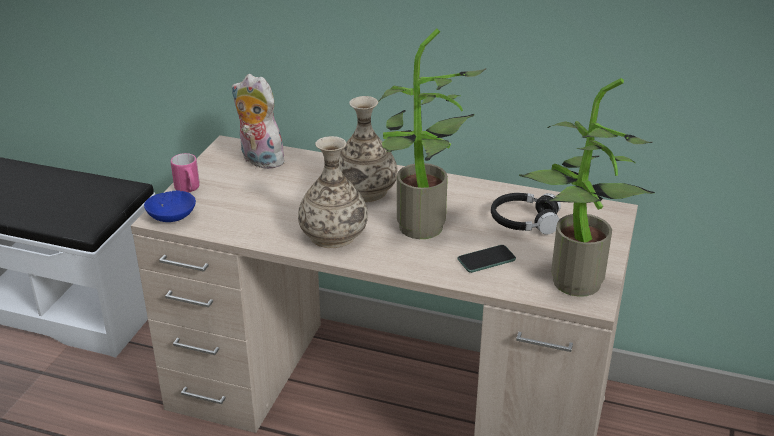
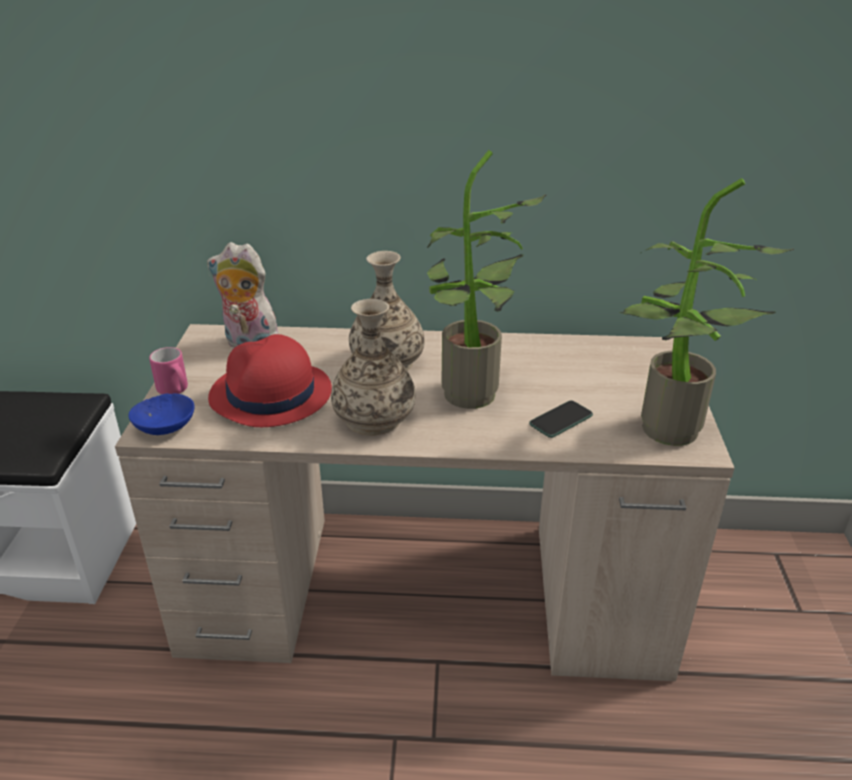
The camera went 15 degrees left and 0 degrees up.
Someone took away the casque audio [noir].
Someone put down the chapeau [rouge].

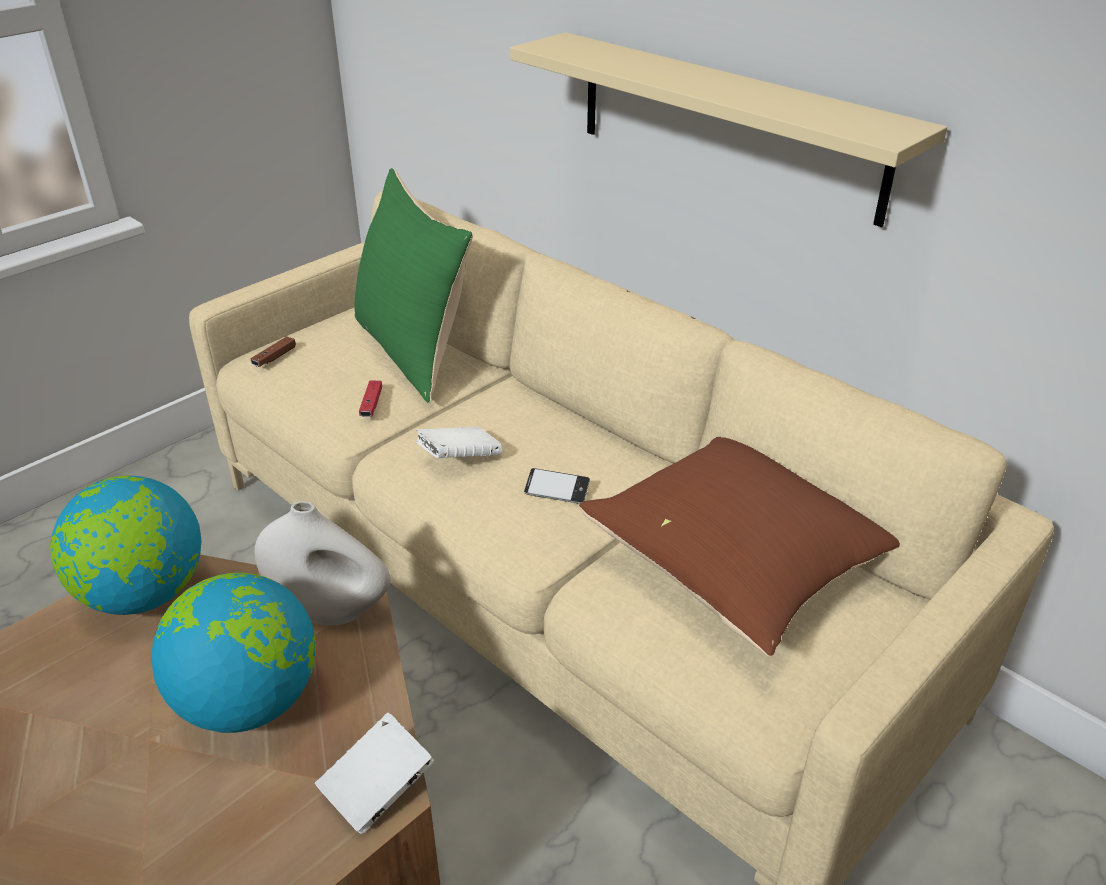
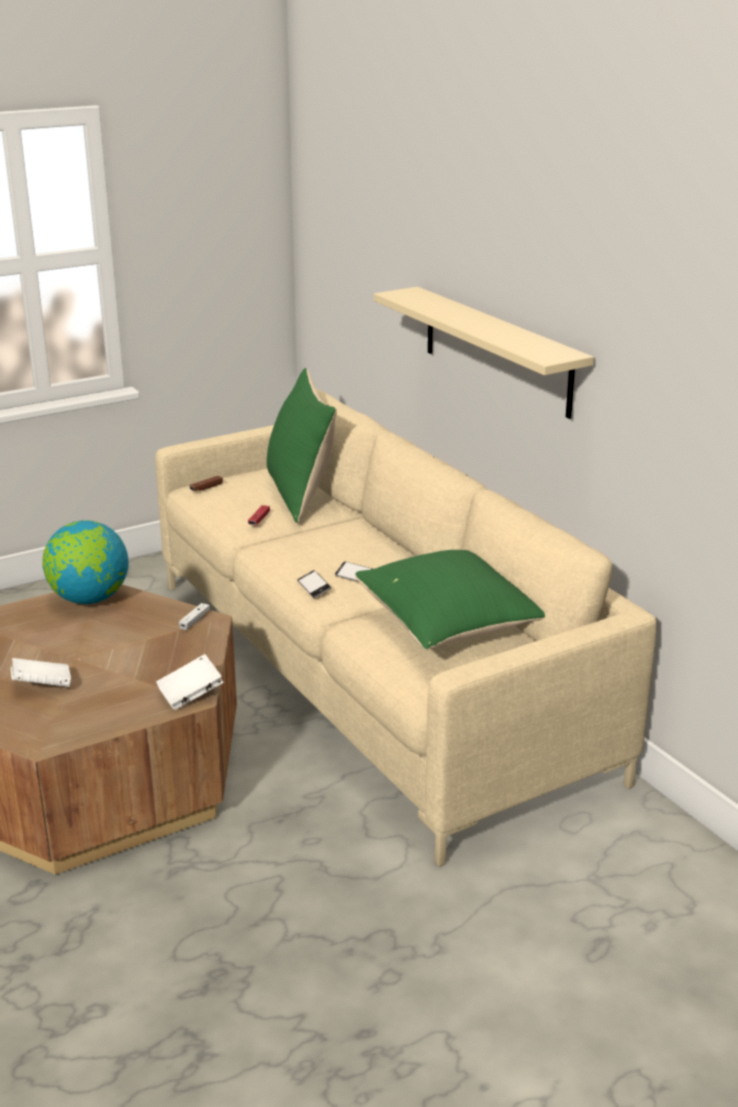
The camera went 15 degrees right and 10 degrees down.
Someone took away the globe (no. 2 from left).
Someone put down the téléphone (no. 1 from left).
Someone carried the livre [blanc] (no. 2 from left in the first image).
Someone swapped the vase [blanc] for the manette [blanc].
Someone repainted the coussin [marron], which became the coussin [vert] (no. 2 from left).

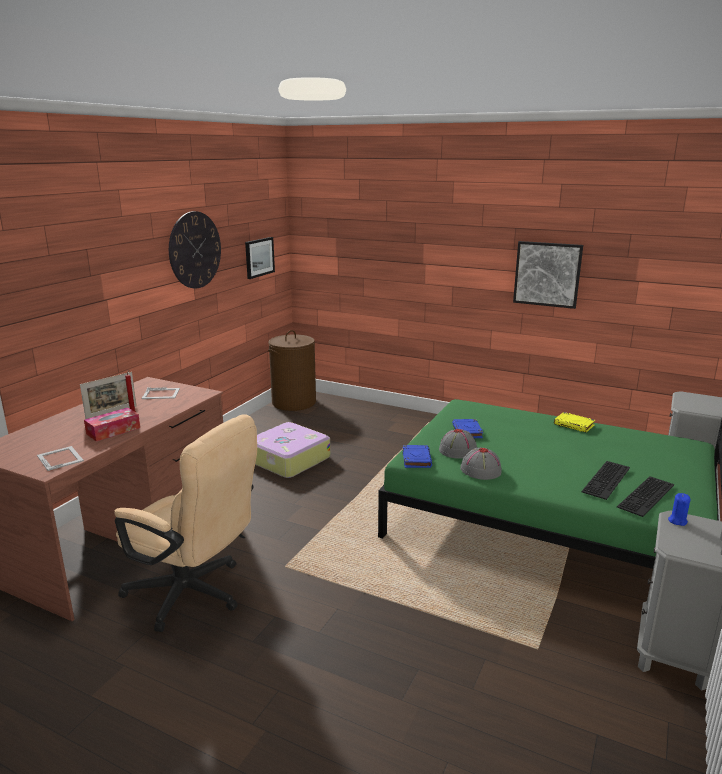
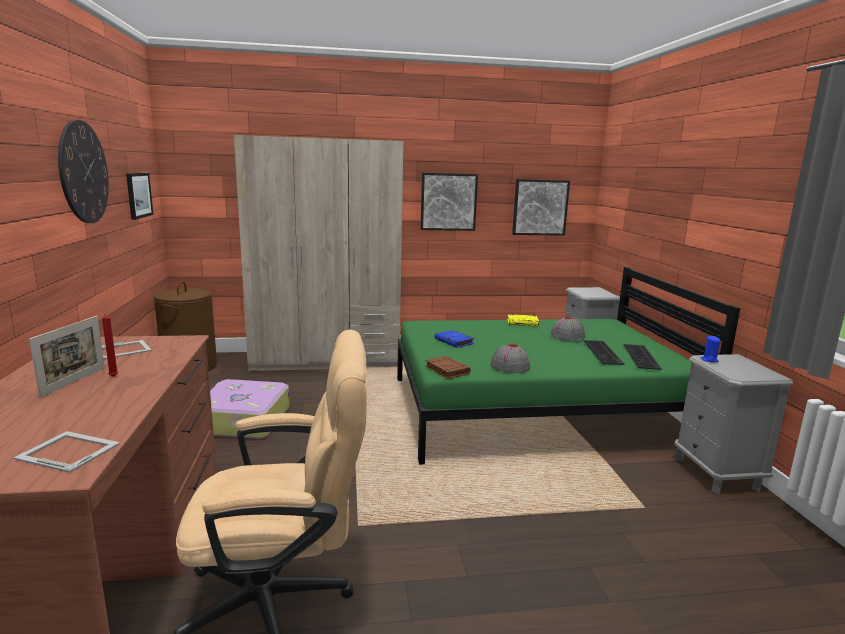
The camera went 35 degrees left and 5 degrees down.
Someone took away the boîte à mouchoirs.
Someone put down the armoire [beige].
Someone put up the tableau (no. 3 from left).
Someone carried the chapeau [gris] (no. 1 from left in the first image).
Someone repainted the livre [bleu] (no. 1 from left), which became the livre [marron].

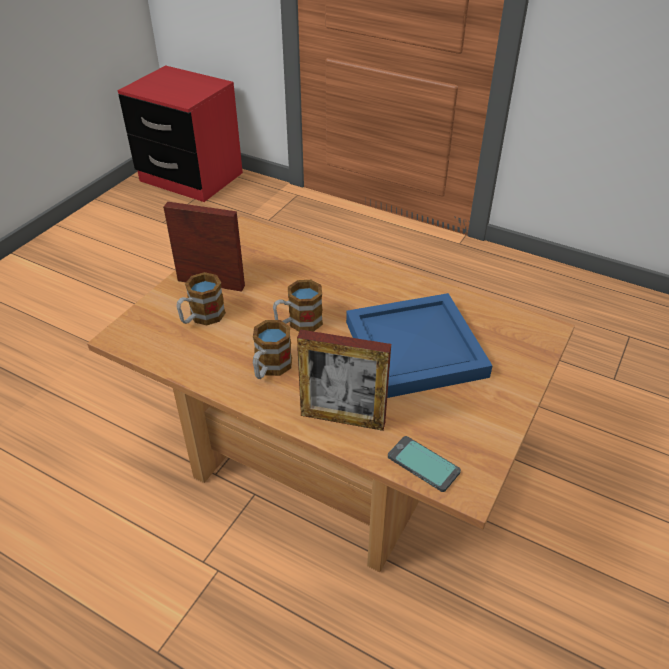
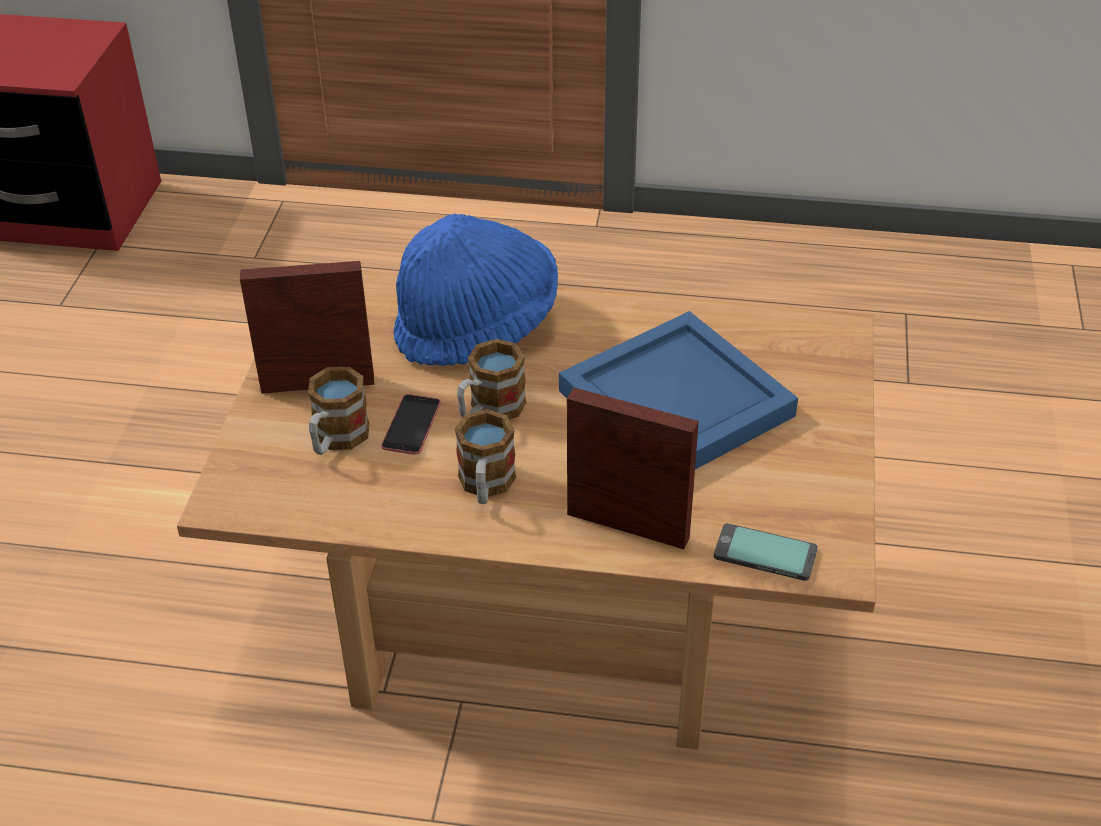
The camera went 20 degrees left and 0 degrees up.
Someone put down the téléphone (no. 1 from left).
Someone put down the chapeau [bleu].
Someone rotated the cadre photo (no. 2 from left) by 150 degrees counterclockwise.

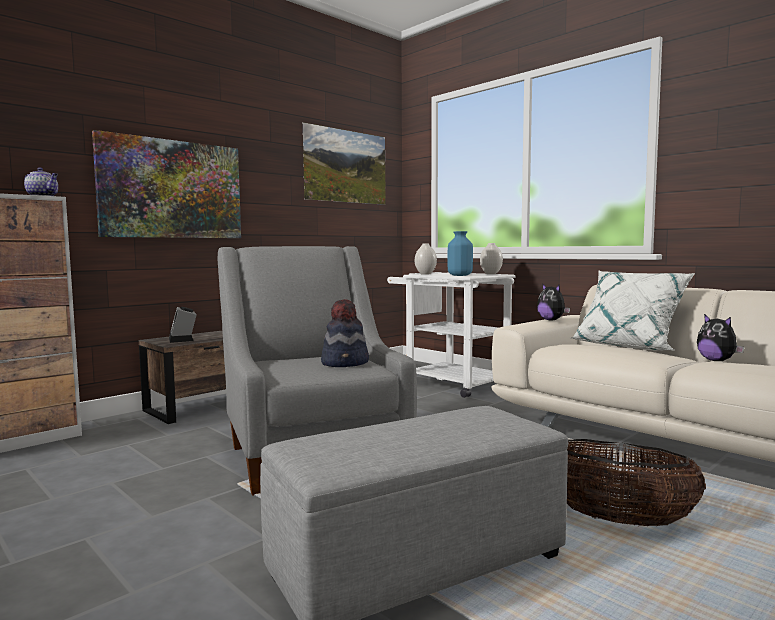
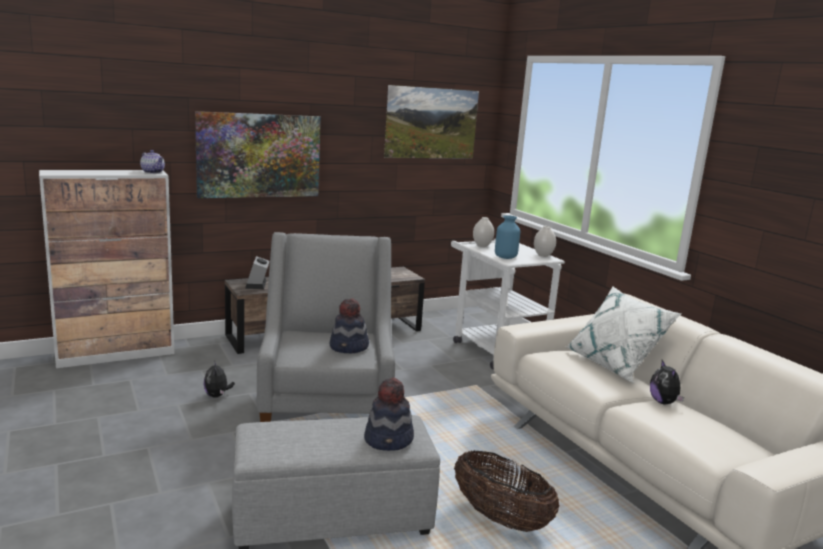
The camera went 15 degrees right and 10 degrees up.
Someone put down the chapeau (no. 2 from left).
Someone carried the peluche (no. 1 from left).

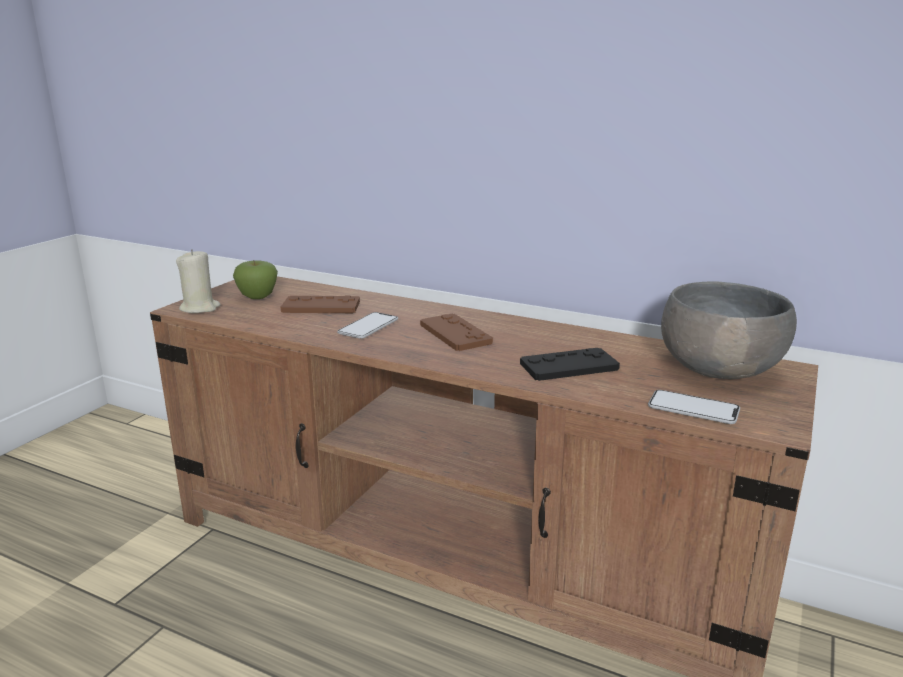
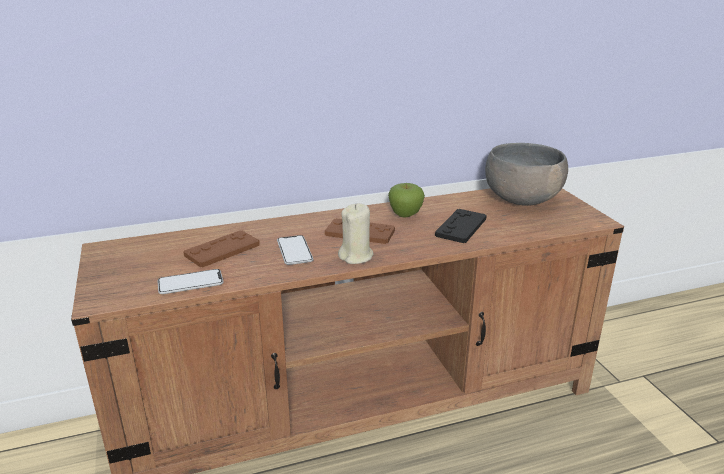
The camera went 45 degrees left and 5 degrees up.
Someone carried the bougie [beige].
Someone carried the pomme.
Someone carried the téléphone (no. 2 from left in the first image).

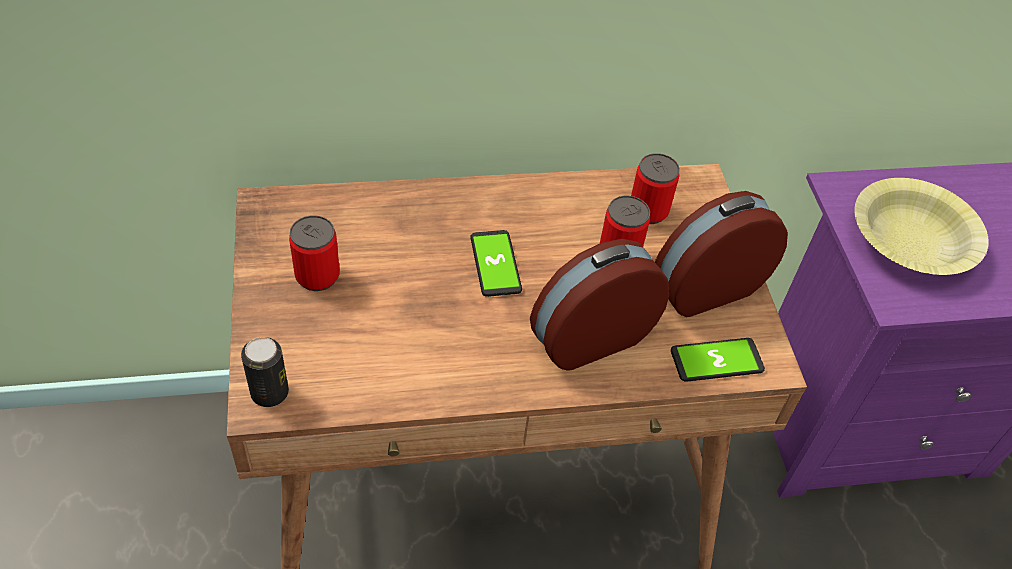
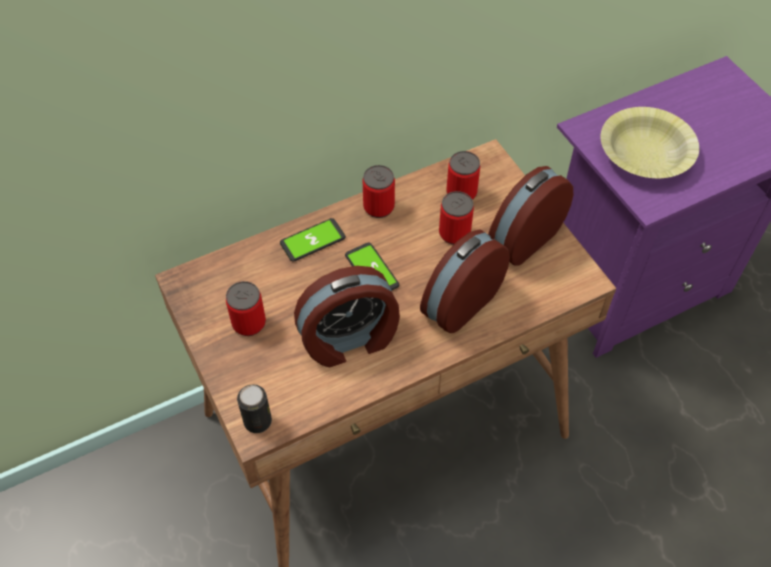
The camera went 15 degrees left and 5 degrees up.
Someone put down the réveil (no. 1 from left).
Someone put down the boîte métallique (no. 3 from left).
Someone carried the téléphone (no. 2 from left in the first image).

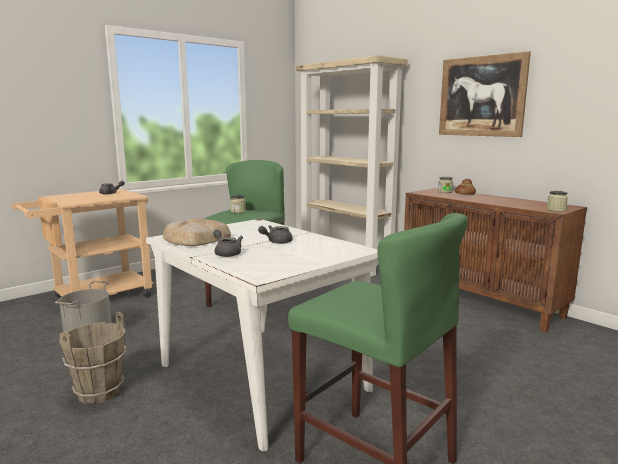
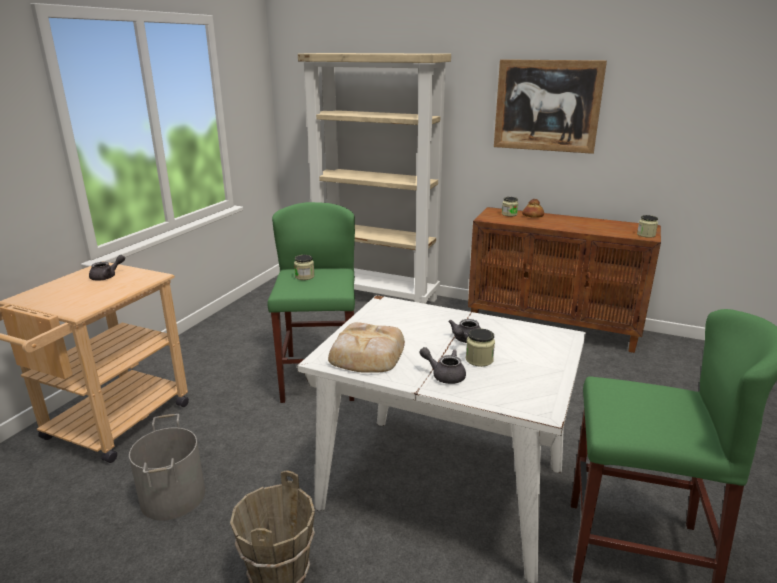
The camera went 25 degrees left and 10 degrees up.
Someone put down the bocal (no. 2 from left).

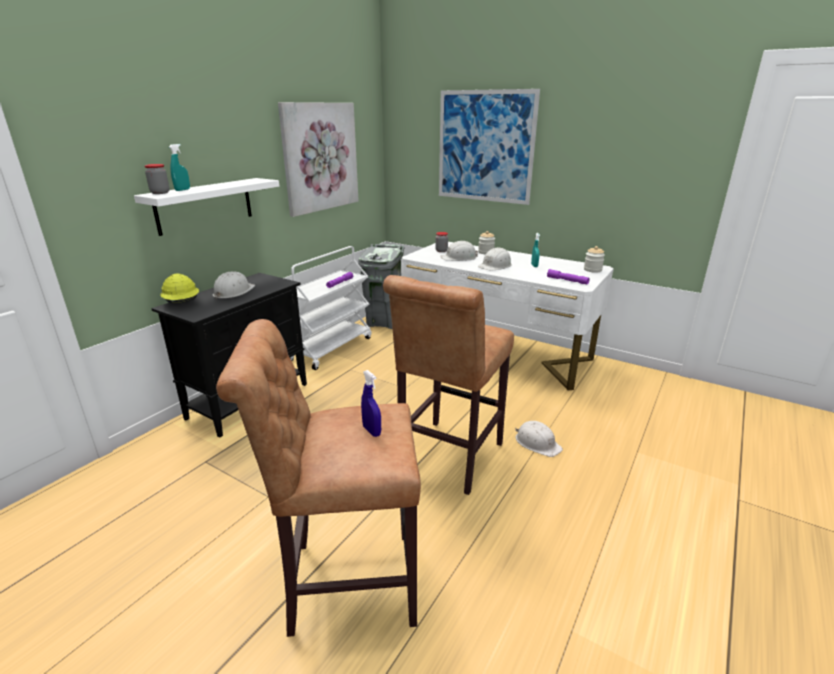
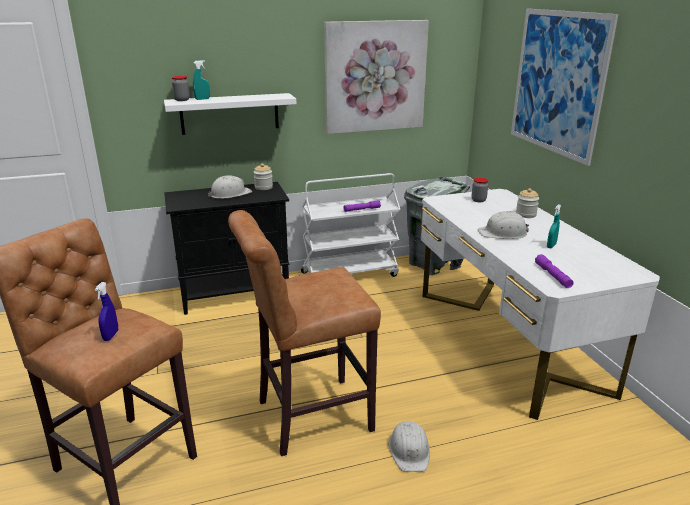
The camera went 40 degrees right and 0 degrees up.
Someone took away the casque de chantier [jaune].
Someone took away the casque de chantier [blanc] (no. 2 from left).
Someone carried the bocal (no. 4 from left in the first image).

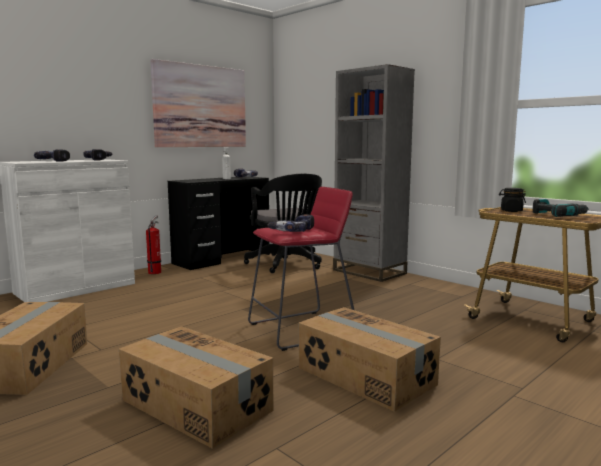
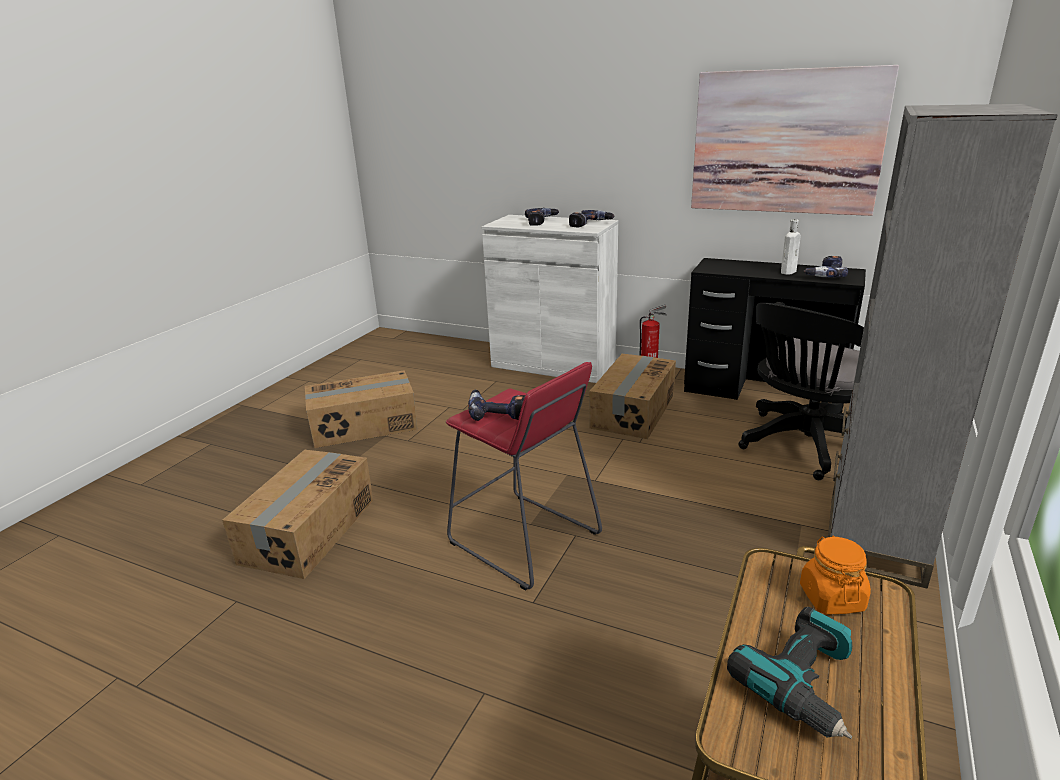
The camera went 70 degrees right and 15 degrees up.
Someone carried the carton (no. 3 from left).
Someone repainted the bocal [noir], which became the bocal [orange].

